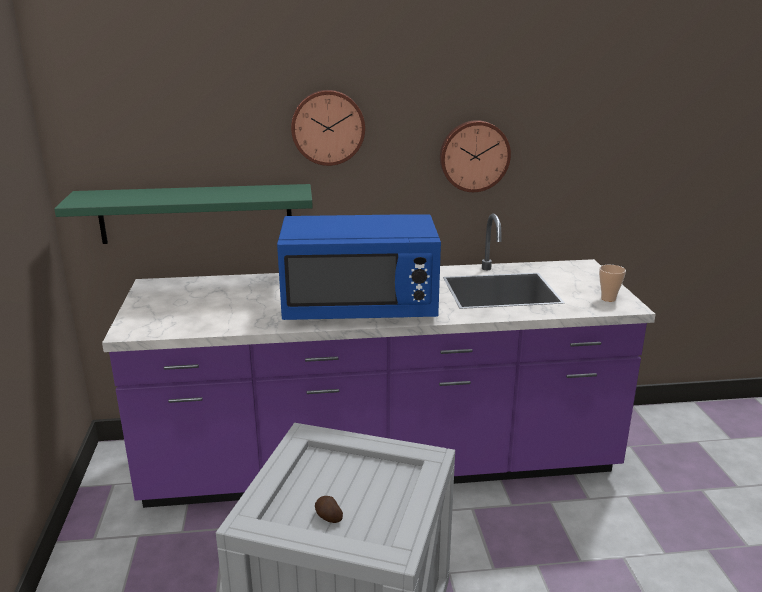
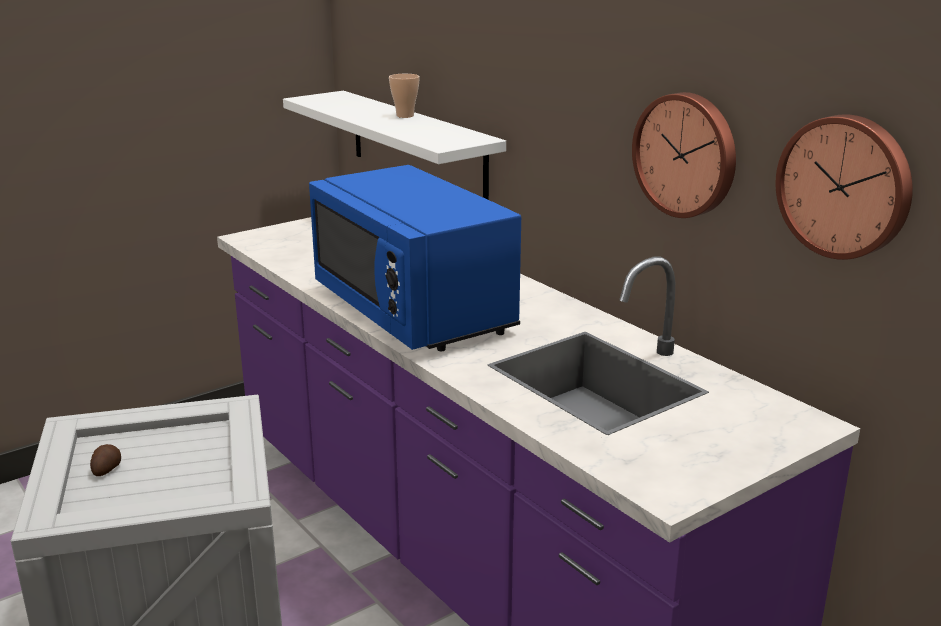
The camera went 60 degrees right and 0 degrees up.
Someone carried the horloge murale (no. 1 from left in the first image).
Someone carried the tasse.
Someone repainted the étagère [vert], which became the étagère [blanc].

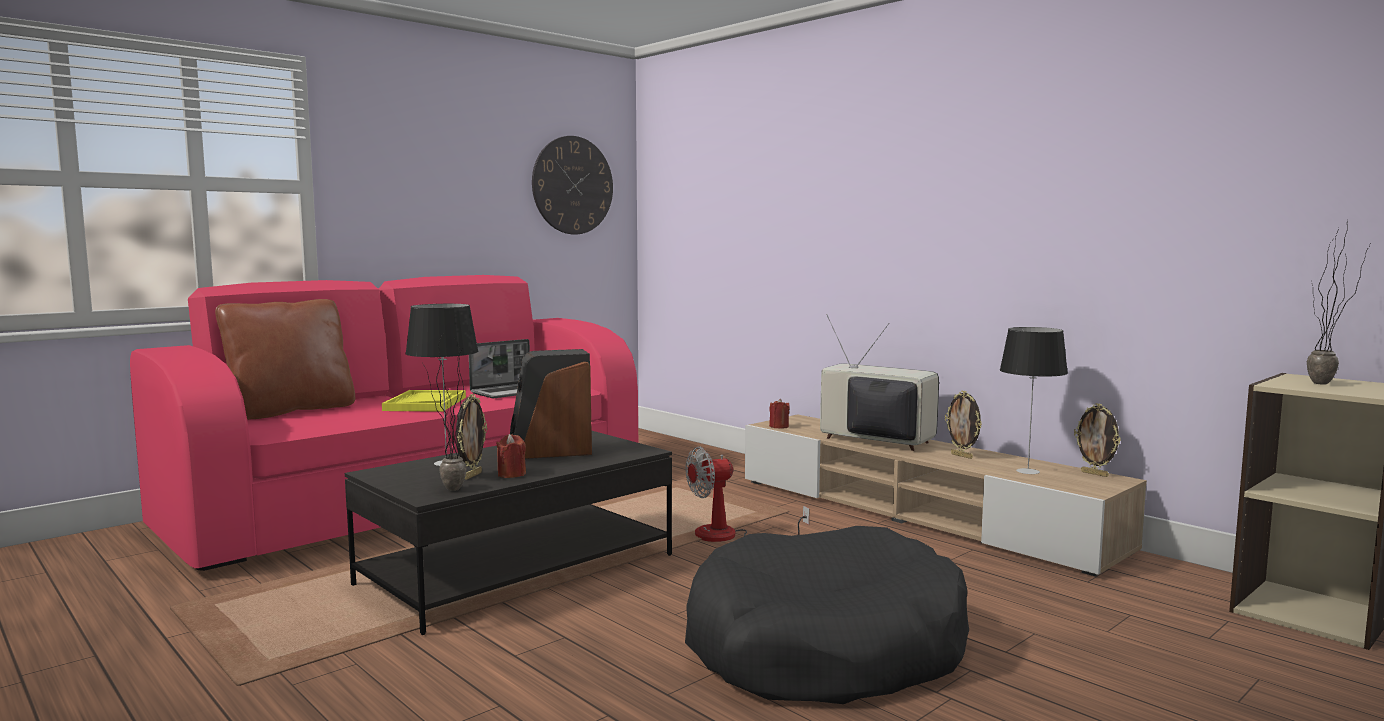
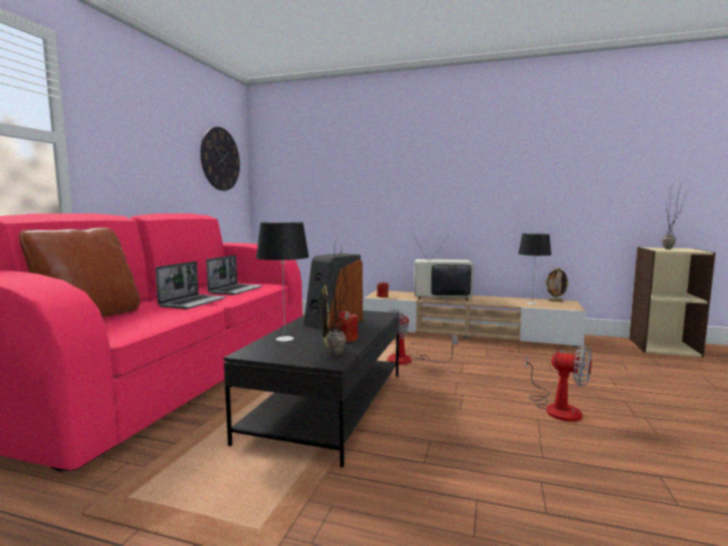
The camera went 30 degrees left and 0 degrees up.
Someone took away the cadre photo (no. 2 from left).
Someone swapped the plateau [jaune] for the ordinateur portable (no. 1 from left).
Someone swapped the panier pour chien [noir] for the ventilateur (no. 2 from left).

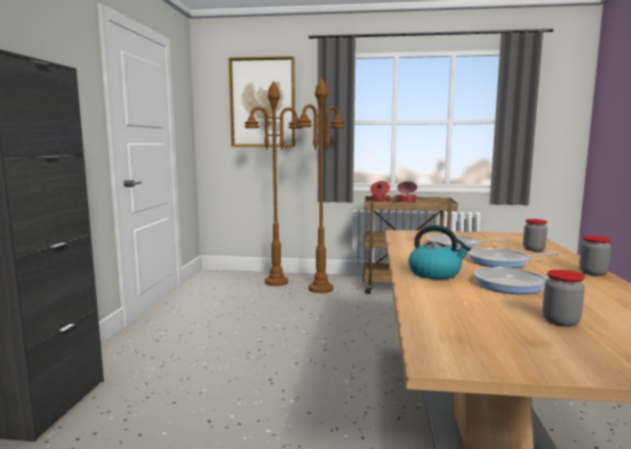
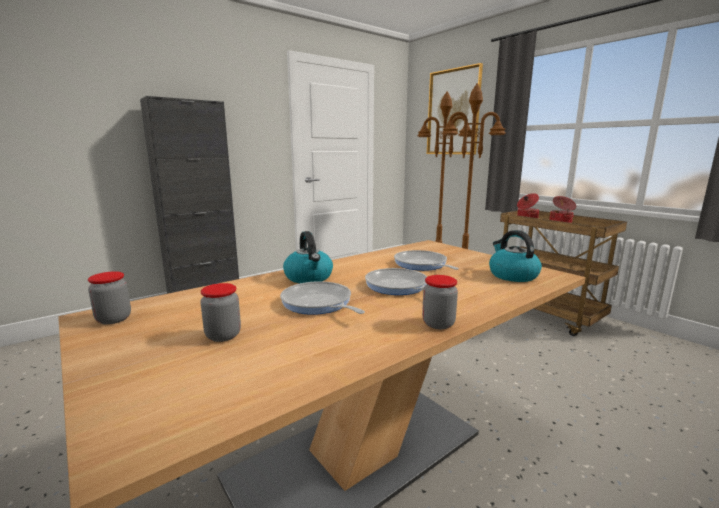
The camera went 45 degrees right and 5 degrees up.
Someone put down the bouilloire (no. 2 from left).
Someone carried the bocal (no. 1 from left).

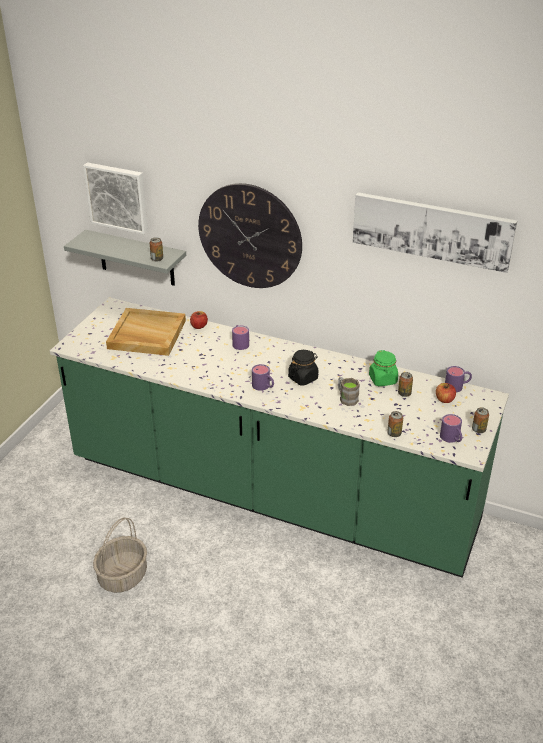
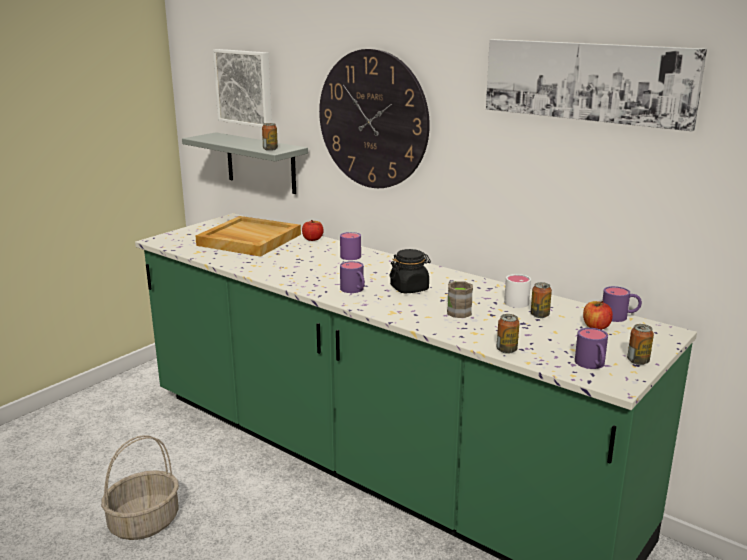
The camera went 15 degrees right and 15 degrees down.
Someone swapped the bocal [vert] for the mug [blanc].

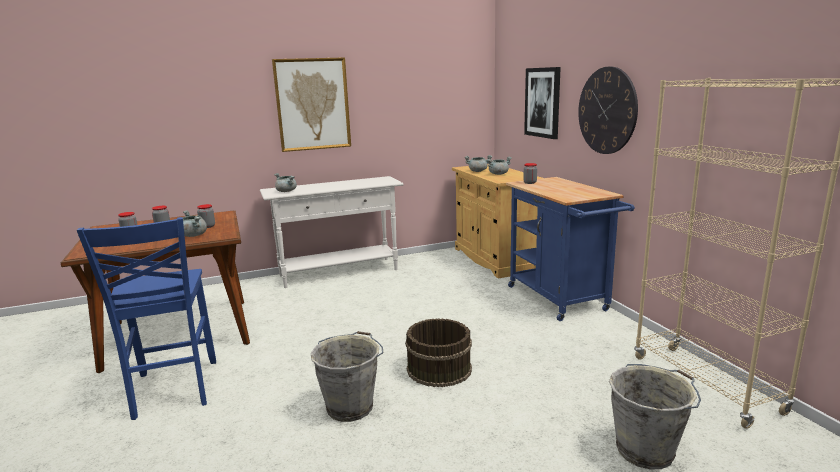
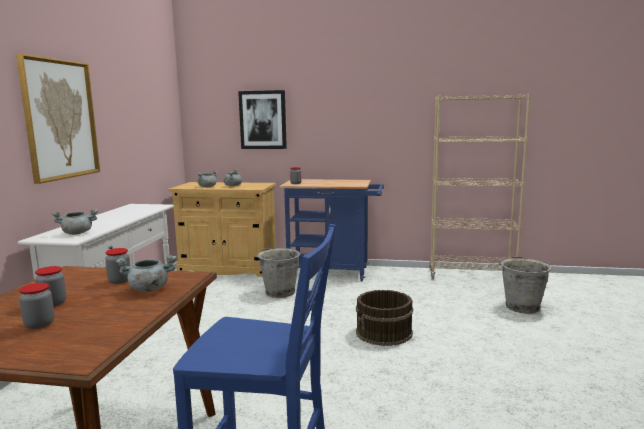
The camera went 60 degrees left and 5 degrees down.
Someone took away the horloge murale.
Someone carried the seau [gris] (no. 1 from left).

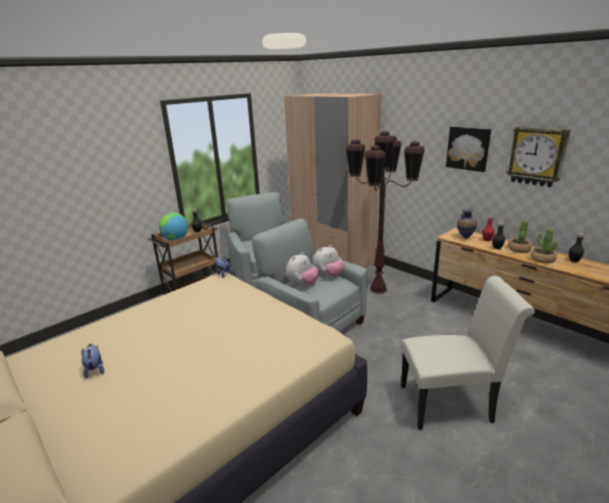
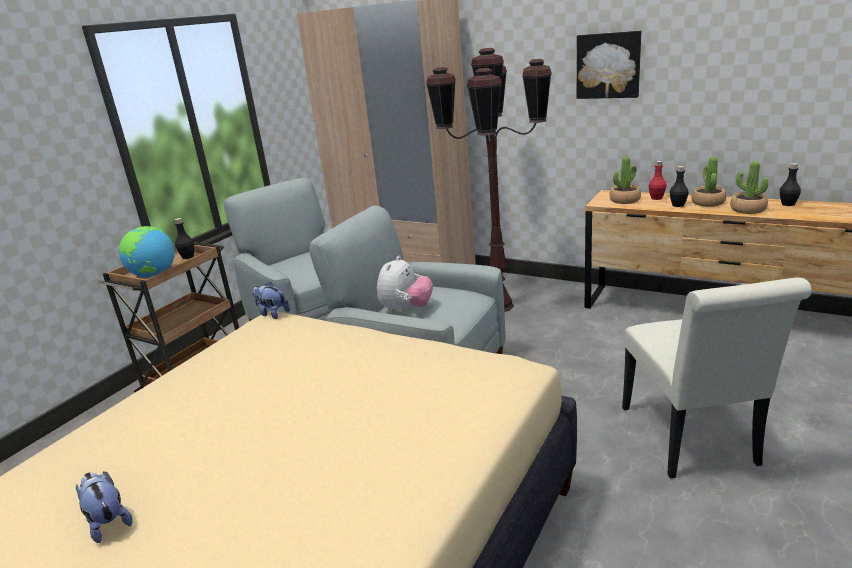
The camera went 15 degrees left and 0 degrees up.
Someone took away the peluche (no. 4 from left).
Someone took away the horloge murale.
Someone swapped the vase for the plante en pot (no. 1 from left).
Someone rotated the chaise [blanc] by 105 degrees clockwise.

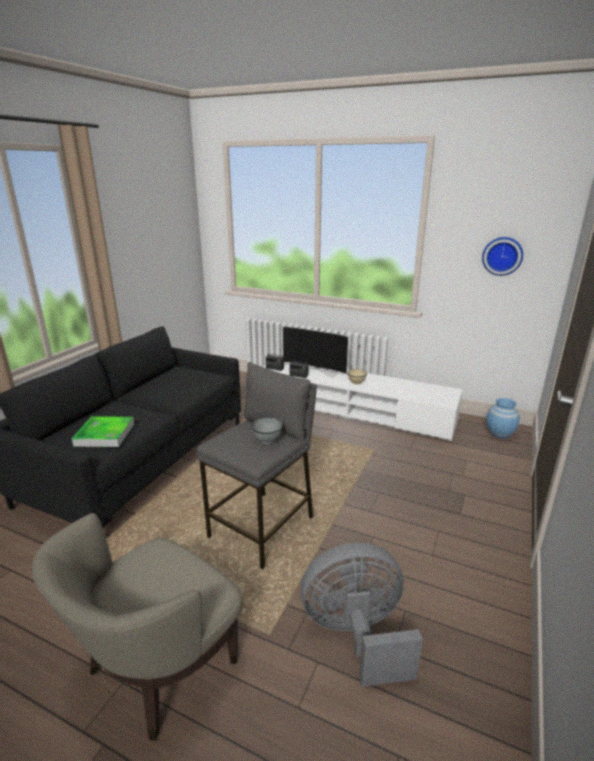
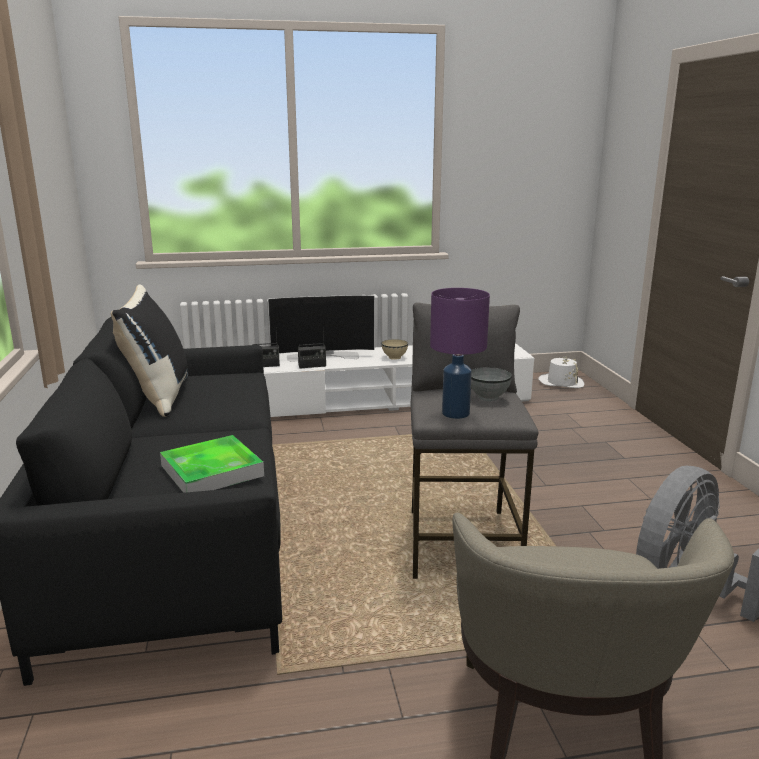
The camera went 35 degrees left and 5 degrees down.
Someone took away the horloge murale.
Someone put down the coussin [noir].
Someone put down the lampe de table [violet].
Someone swapped the vase [bleu] for the chapeau [blanc].

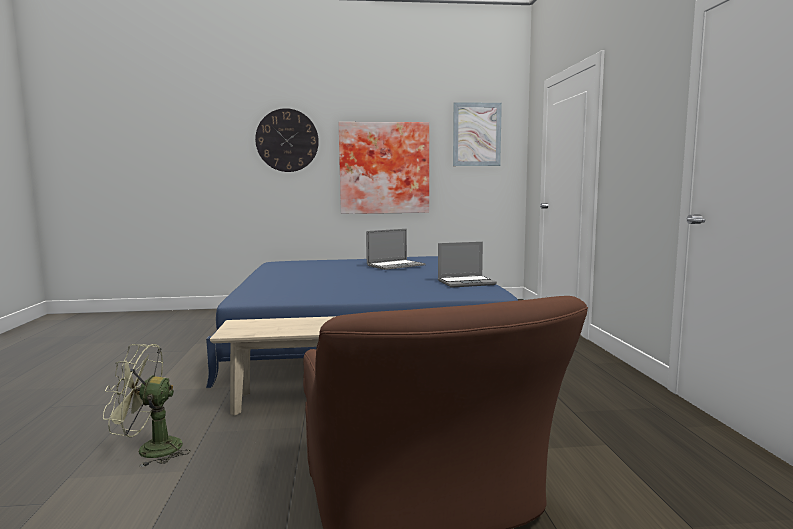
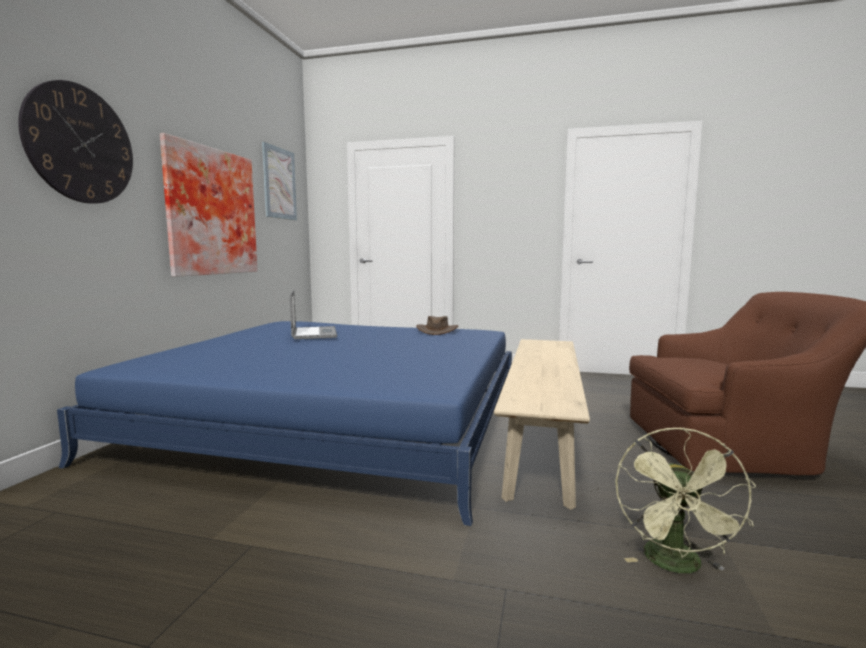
The camera went 70 degrees left and 0 degrees up.
Someone swapped the ordinateur portable (no. 2 from left) for the chapeau [marron].

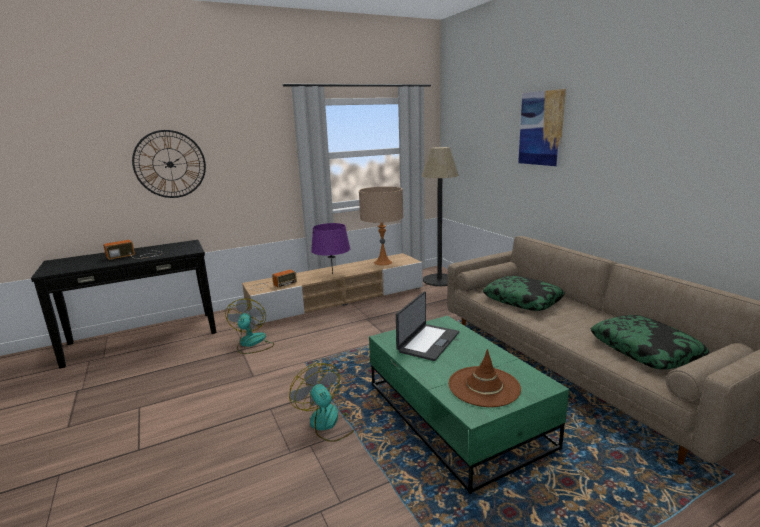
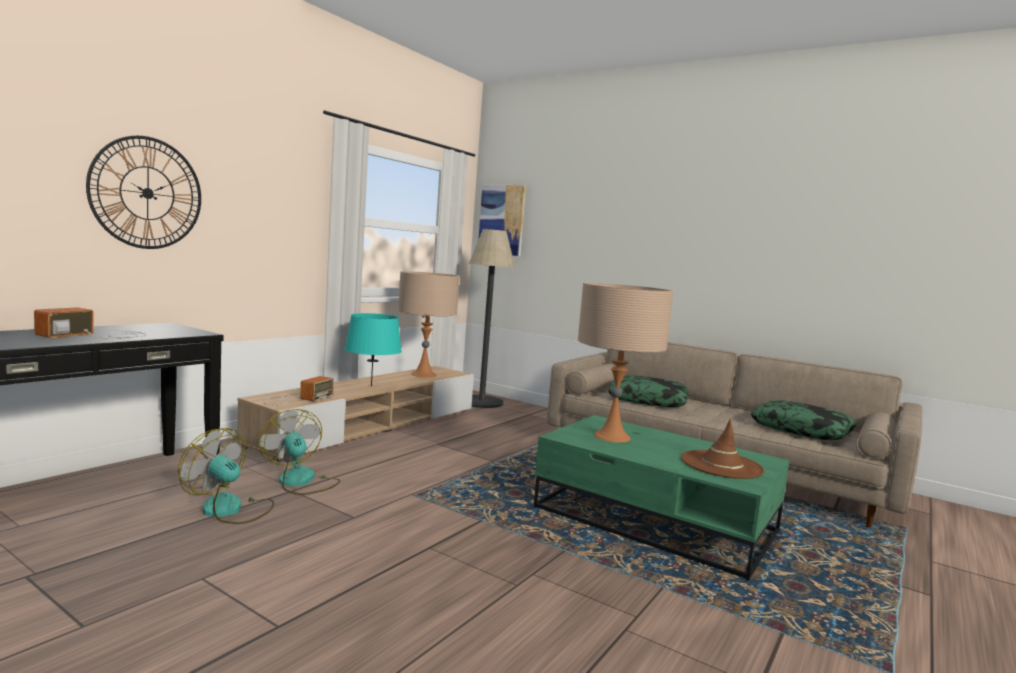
The camera went 30 degrees left and 10 degrees down.
Someone carried the ventilateur (no. 2 from left in the first image).
Someone carried the tableau.
Someone swapped the ordinateur portable for the lampe de table [beige] (no. 2 from left).
Someone repainted the lampe de table [violet], which became the lampe de table [turquoise].

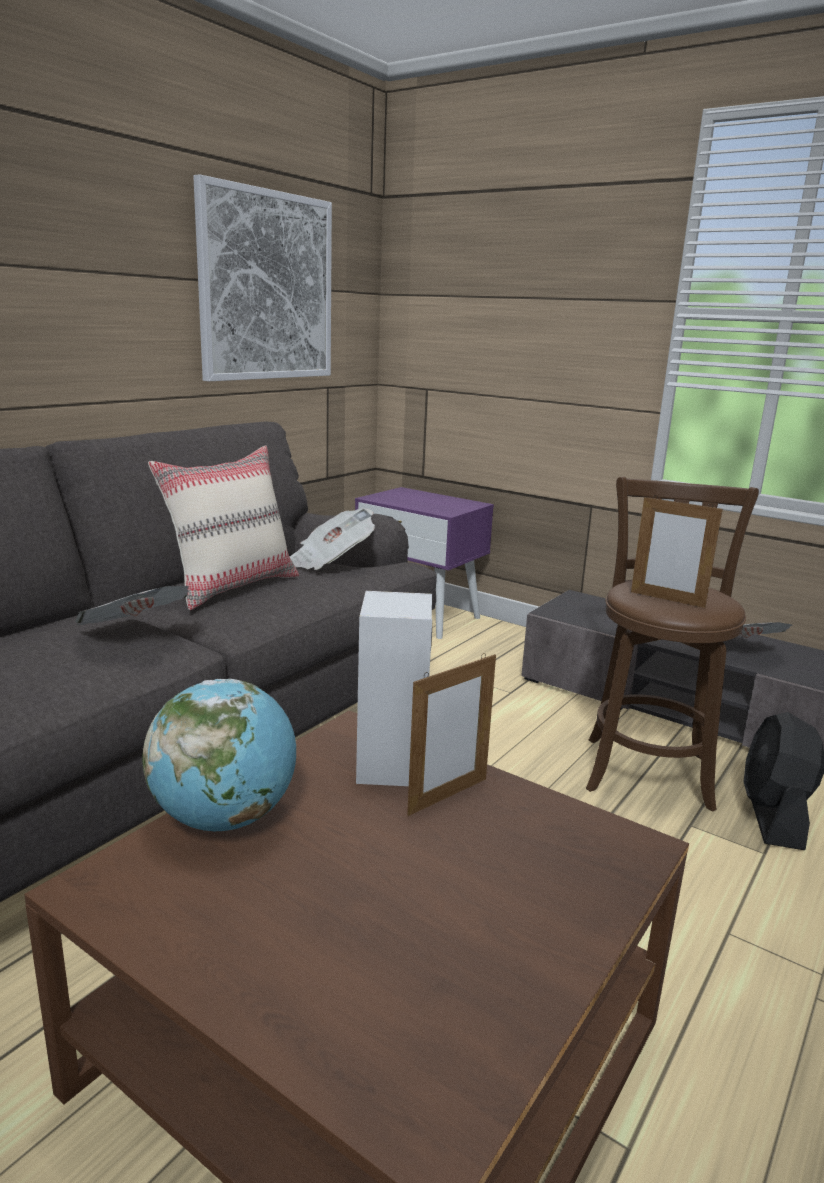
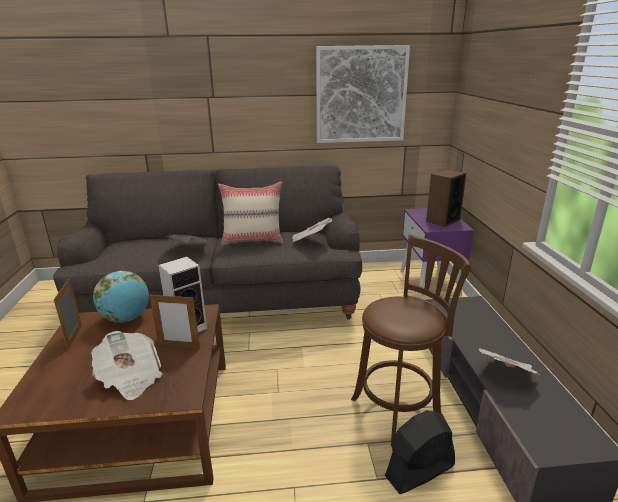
The camera went 50 degrees right and 5 degrees up.
Someone put down the journal (no. 1 from left).
Someone put down the enceinte (no. 2 from left).
Someone carried the cadre photo (no. 2 from left in the first image).

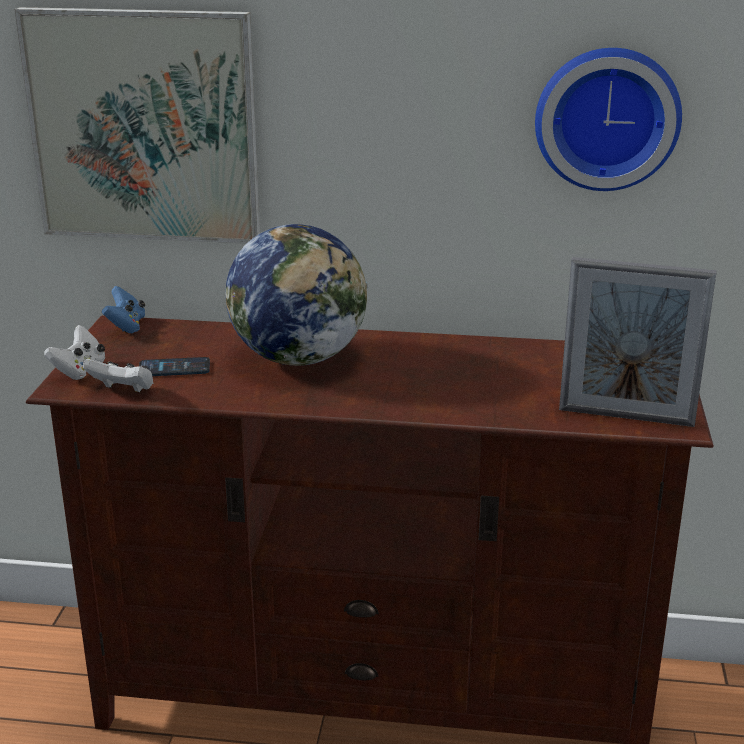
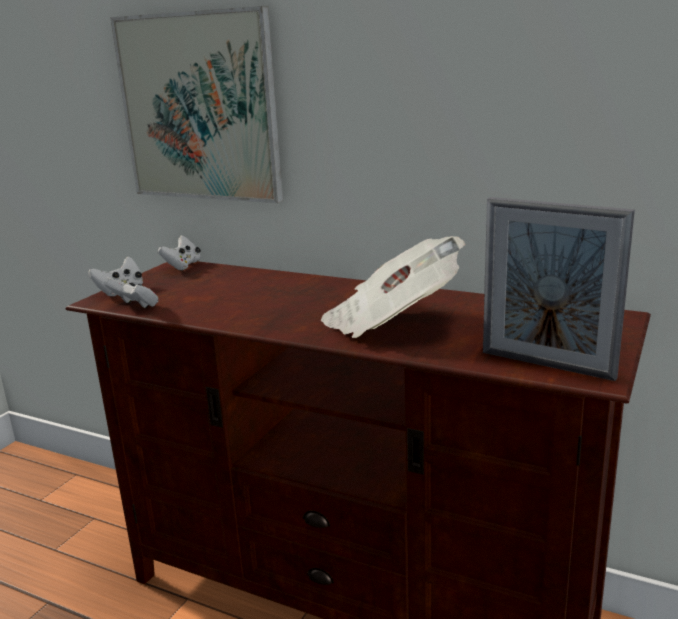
The camera went 20 degrees right and 5 degrees down.
Someone took away the téléphone.
Someone took away the globe.
Someone took away the horloge murale.
Someone put down the journal.
Someone repainted the manette [bleu], which became the manette [blanc] (no. 3 from left).

